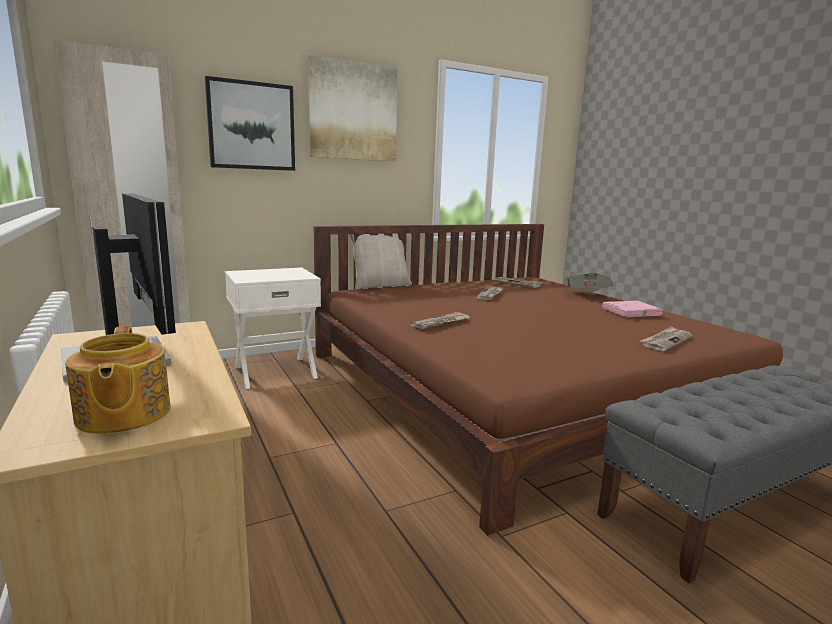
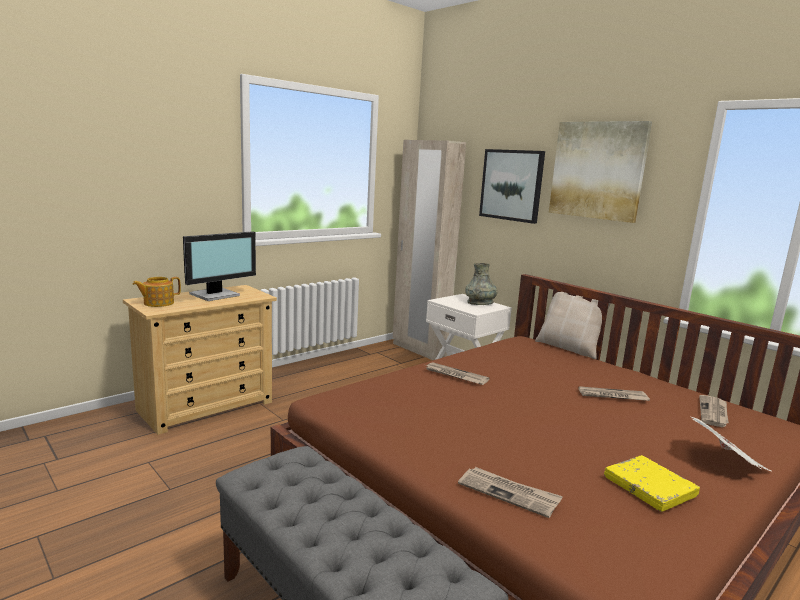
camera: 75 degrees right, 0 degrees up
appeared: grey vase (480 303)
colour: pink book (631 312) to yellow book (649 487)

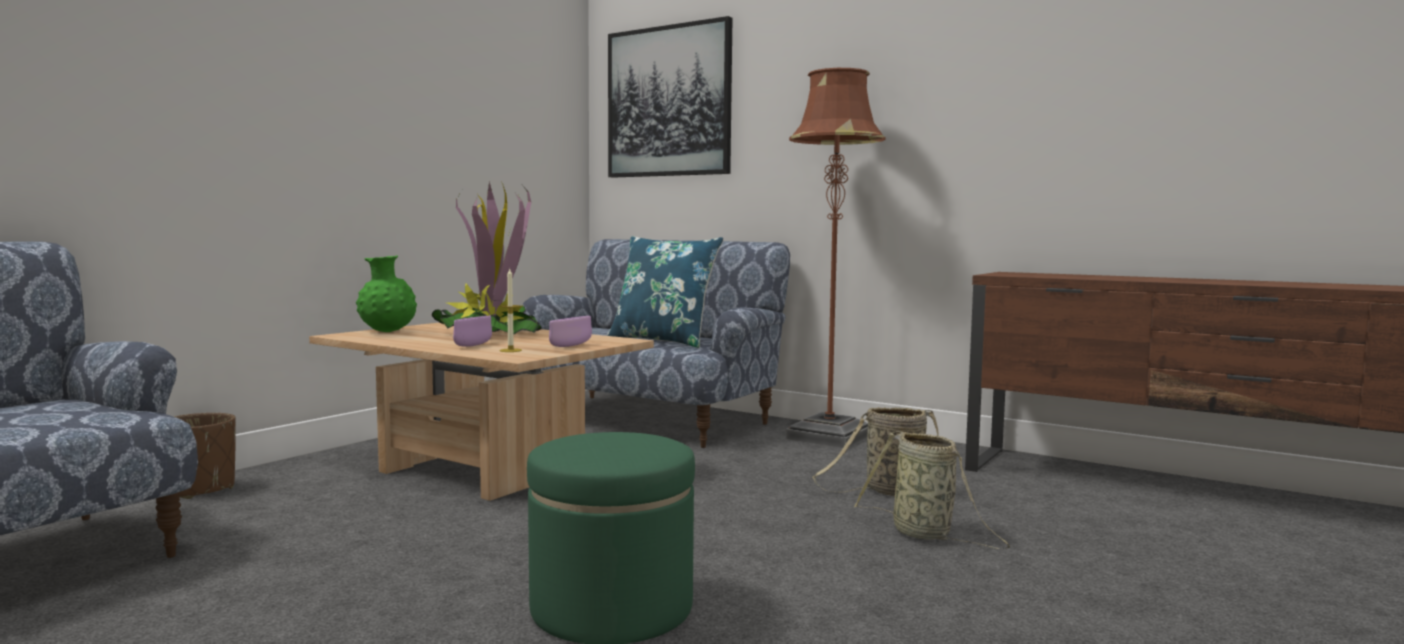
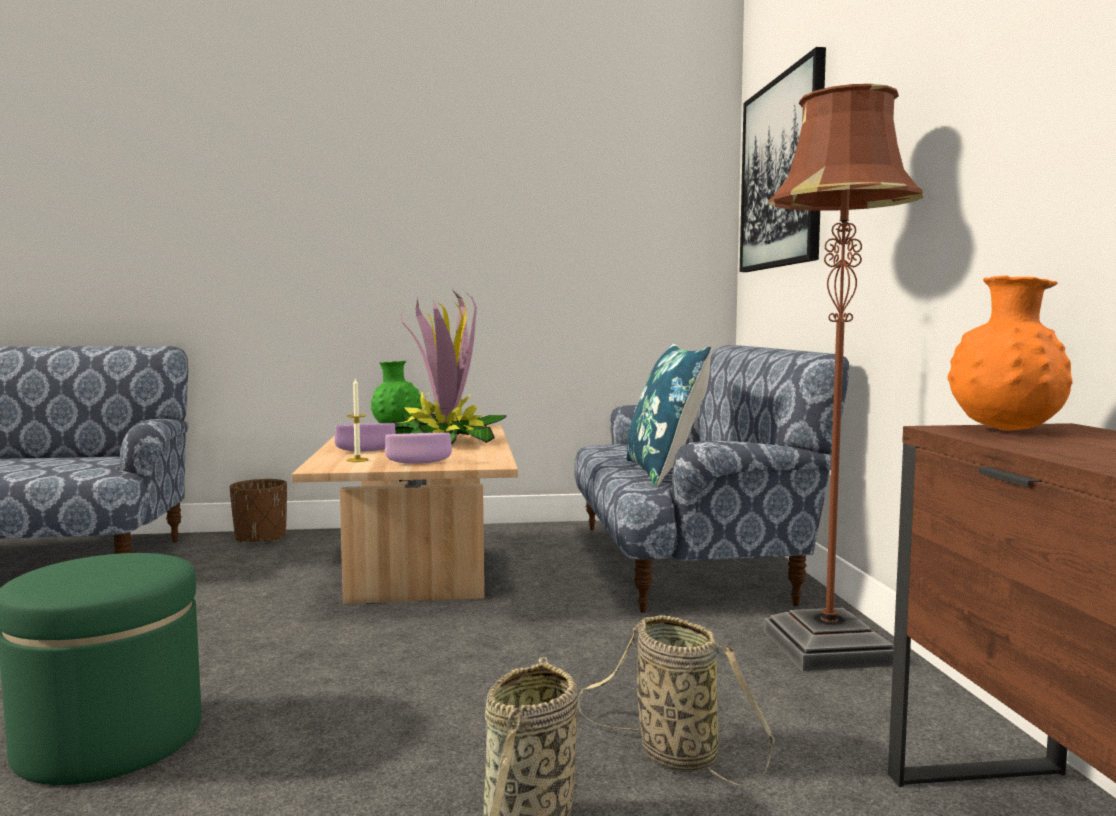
camera: 50 degrees right, 0 degrees up
appeared: orange vase (1005 430)

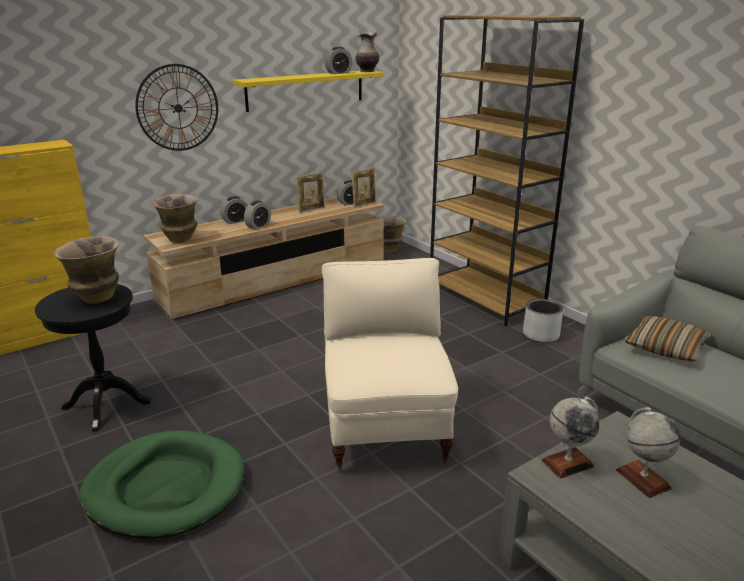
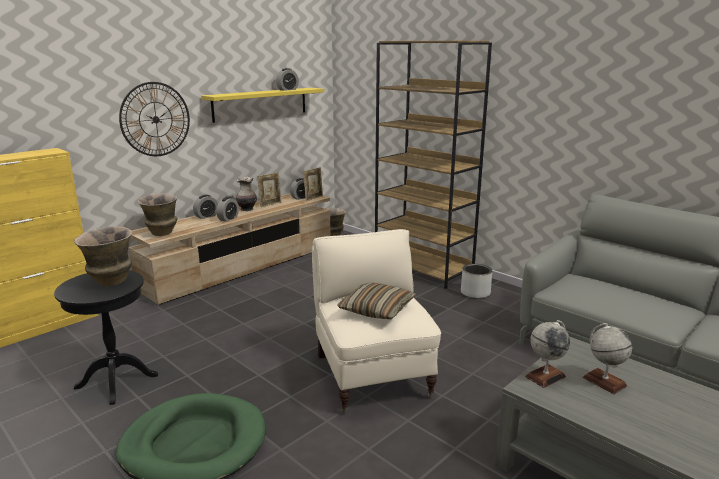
camera: 10 degrees left, 5 degrees down
relocated: vase (367 71) to (246 209); pillow (665 347) to (377 309)

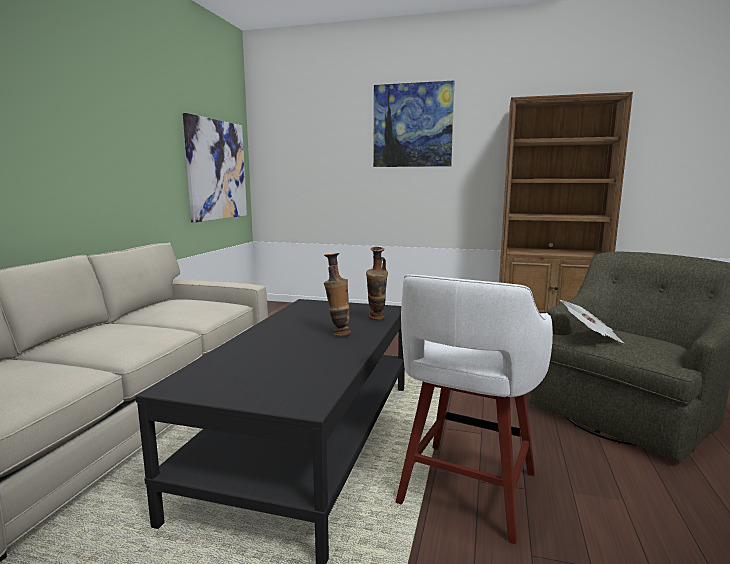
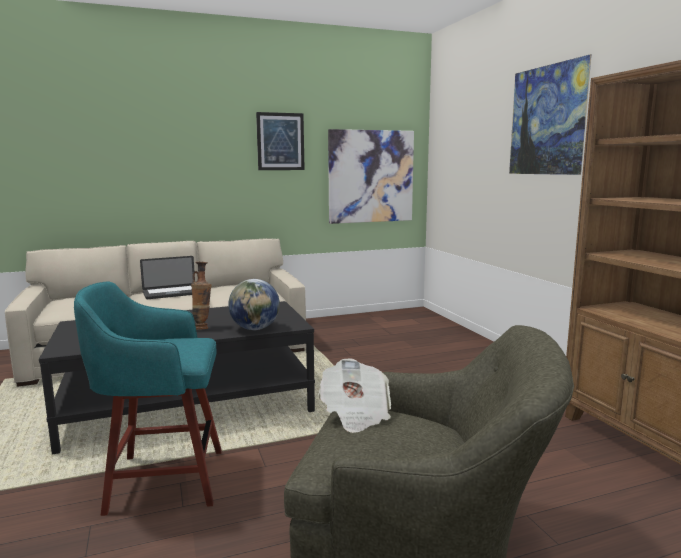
camera: 55 degrees right, 0 degrees up
appeared: picture (280 141); laptop (171 293)
exchanged: vase (376 319) to globe (255 329)
colour: white stool (466 490) to turquoise stool (162 480)

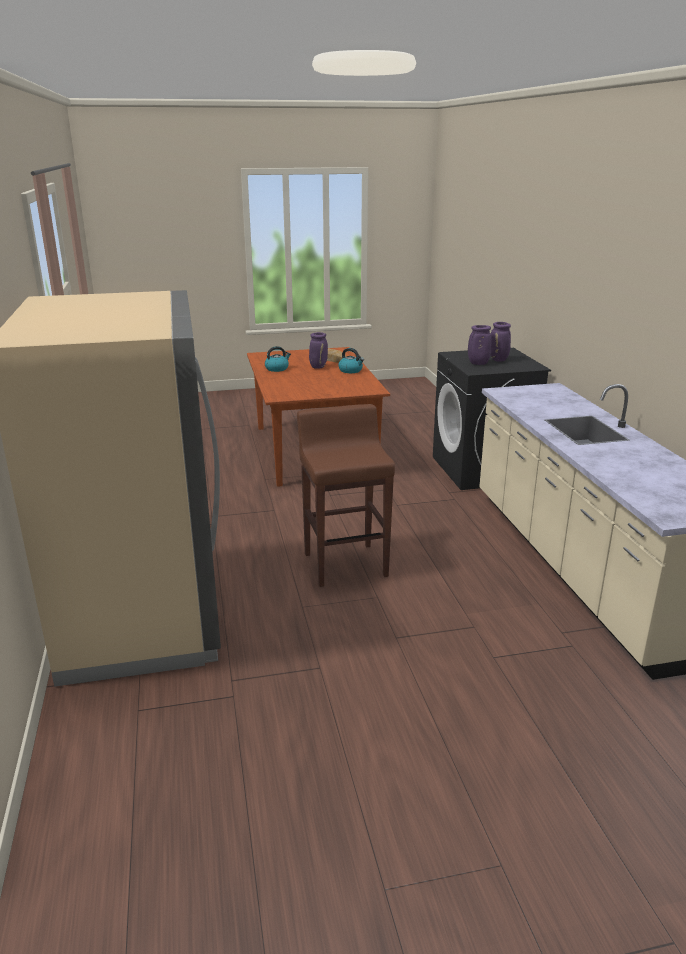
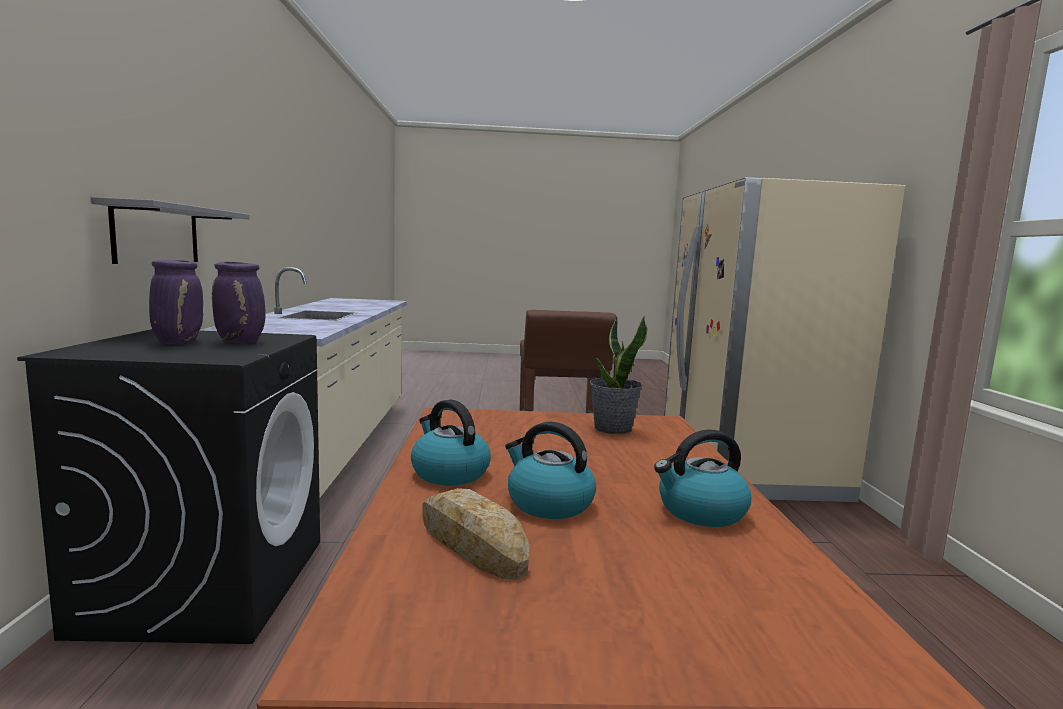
camera: 170 degrees left, 15 degrees down
appeared: grey shelf (157 234); potted plant (612 428)
exchanged: purple vase (318 367) to kettle (548 503)

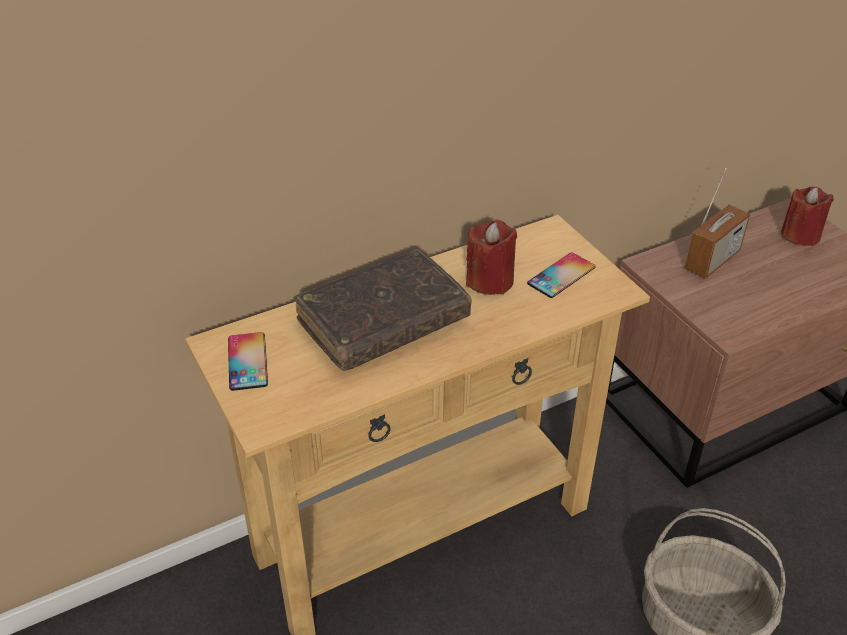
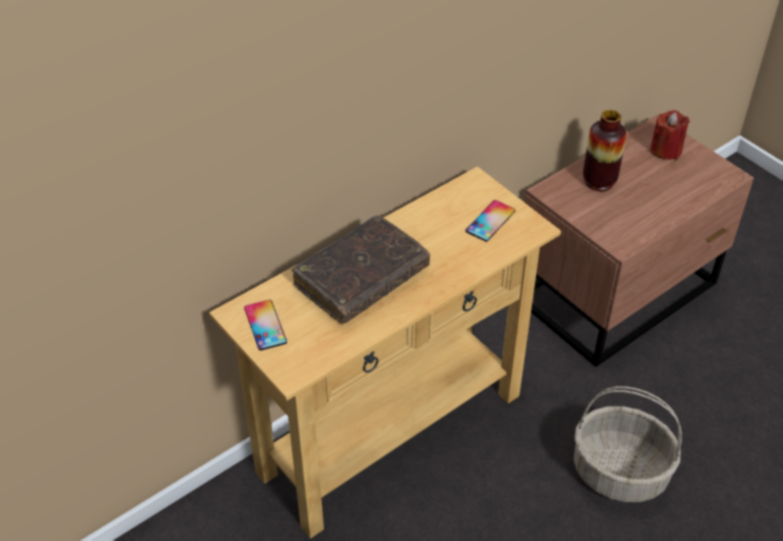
camera: 10 degrees left, 5 degrees up
missing: red candle (490 280)
exchanged: radio (712 260) to vase (599 181)

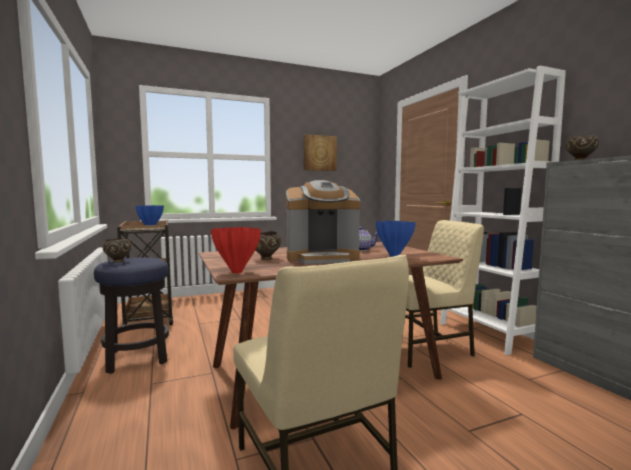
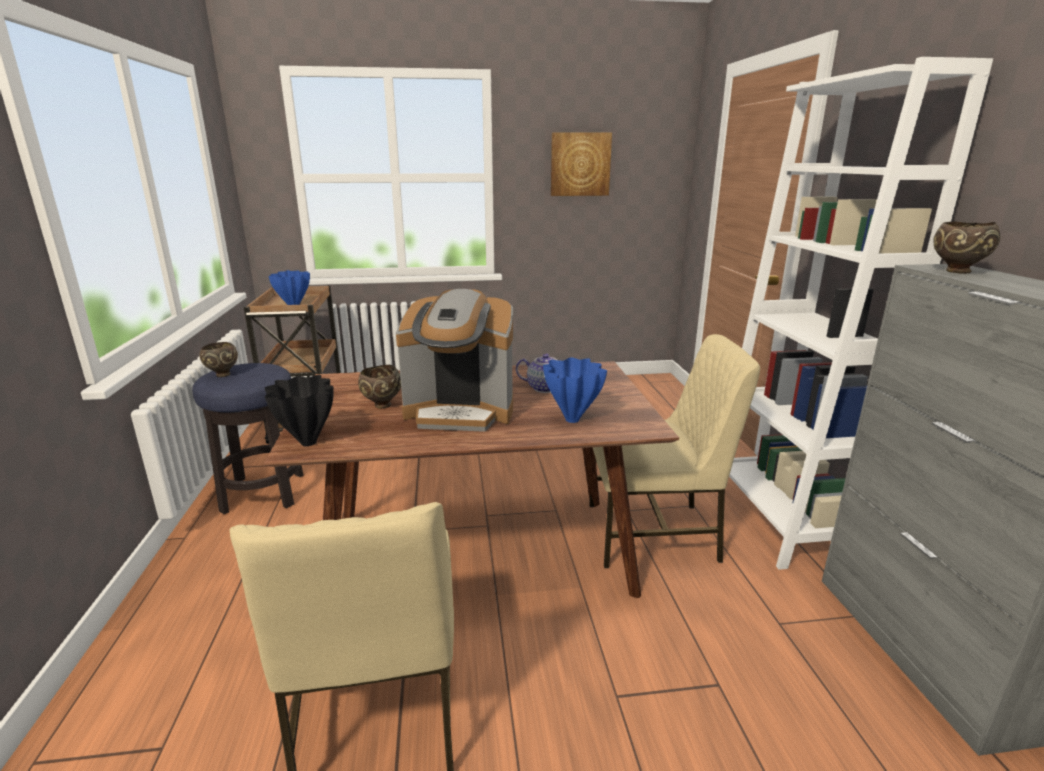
camera: 15 degrees right, 15 degrees up
colour: red vase (236 272) to black vase (307 442)

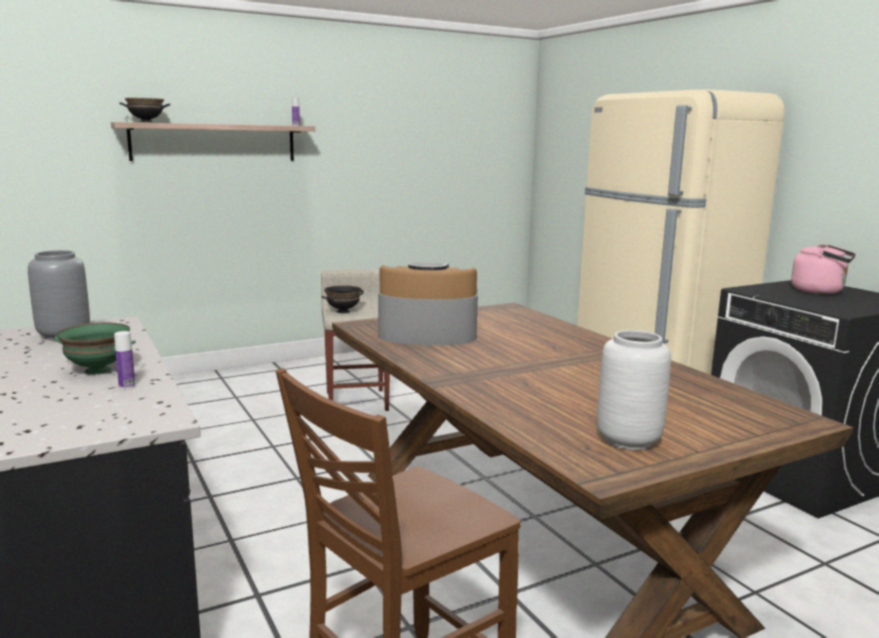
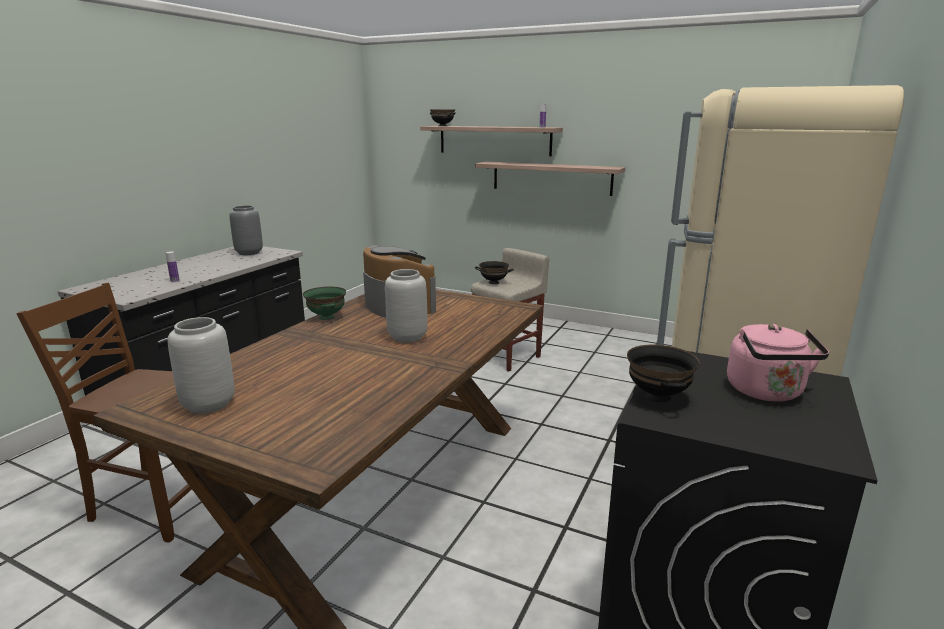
camera: 55 degrees right, 5 degrees up
appeared: shelf (551 178); grey vase (406 337); black bowl (658 396)
relocated: green bowl (97 370) to (326 317)

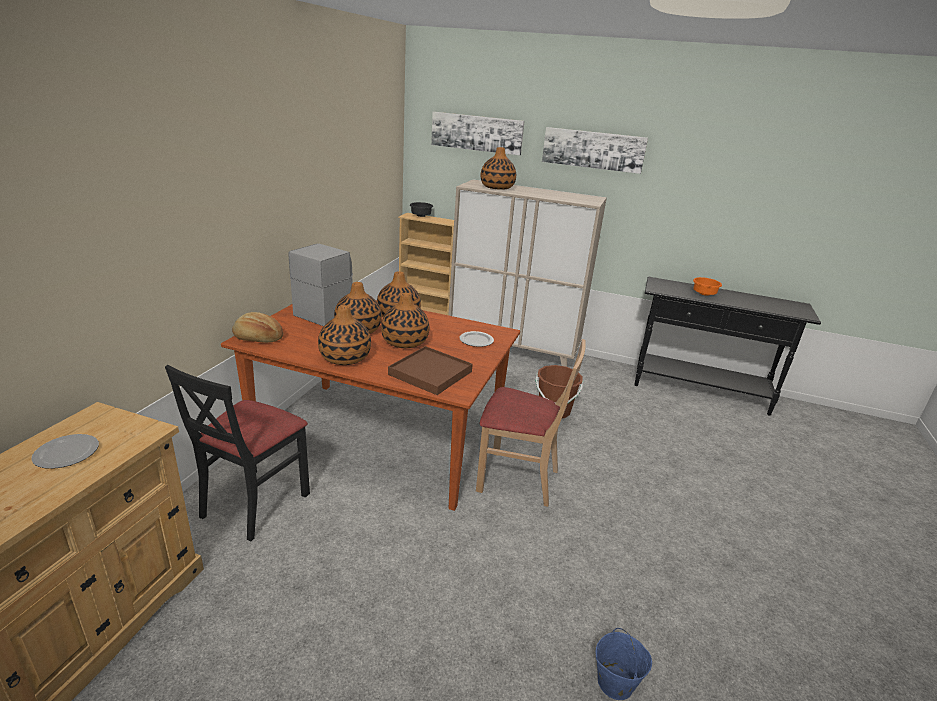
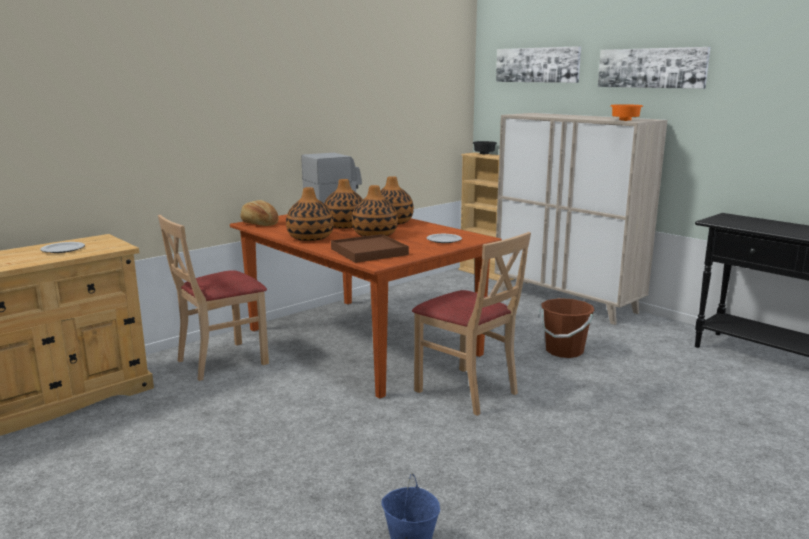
camera: 30 degrees right, 10 degrees down
missing: vase (497 187)
relocated: orange bowl (705 294) to (626 120)
colour: black chair (254 503) to beige chair (222 361)

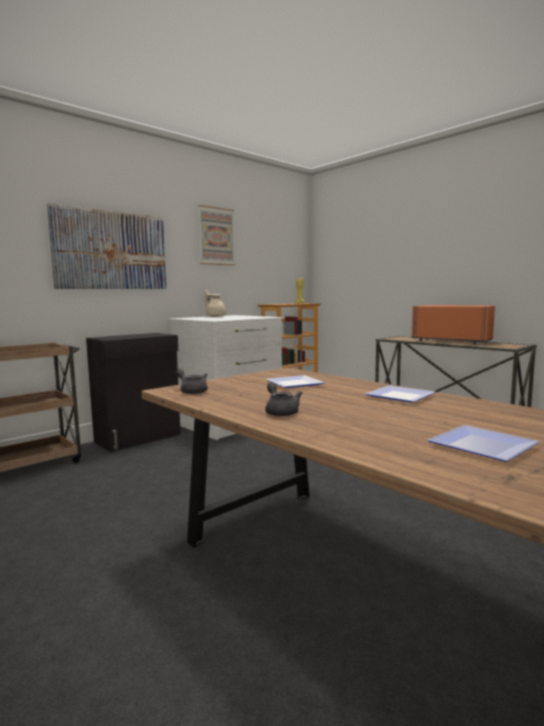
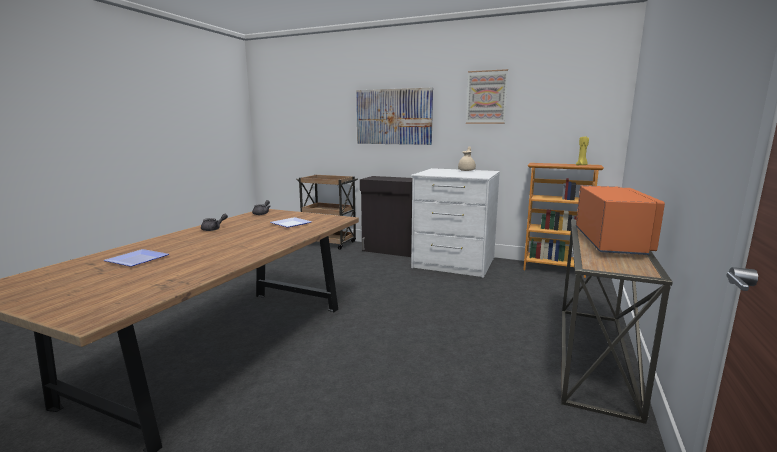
camera: 65 degrees right, 5 degrees up
missing: plate (397 397)

